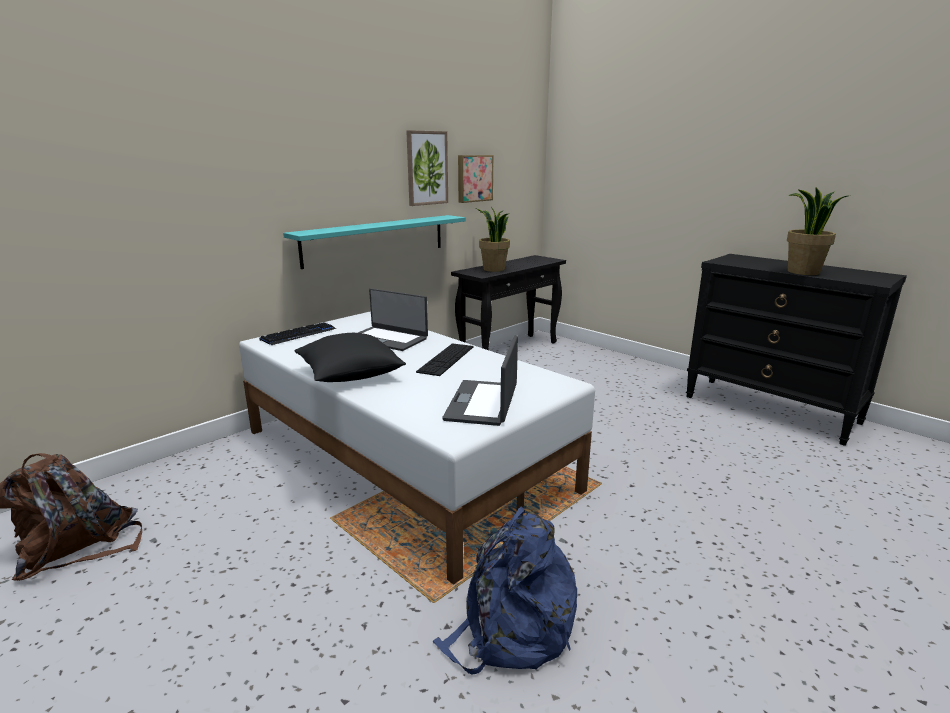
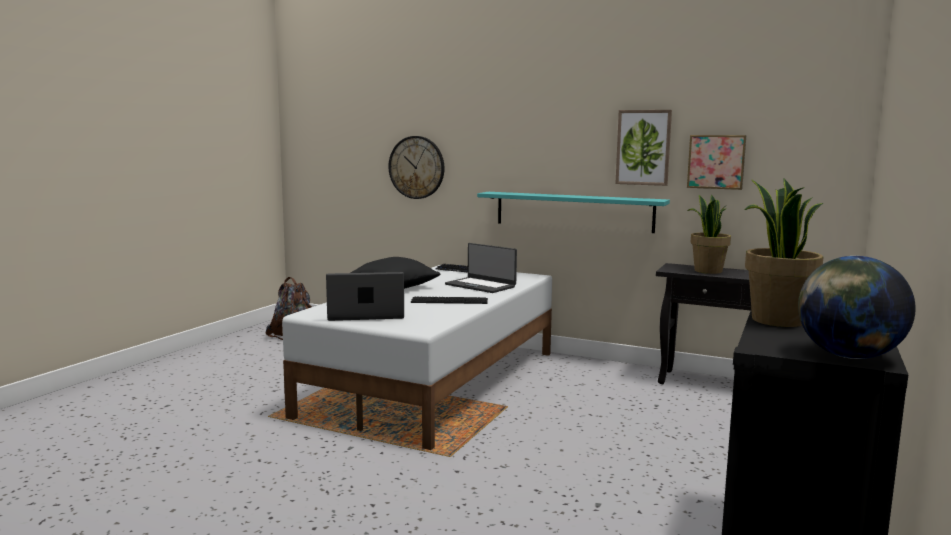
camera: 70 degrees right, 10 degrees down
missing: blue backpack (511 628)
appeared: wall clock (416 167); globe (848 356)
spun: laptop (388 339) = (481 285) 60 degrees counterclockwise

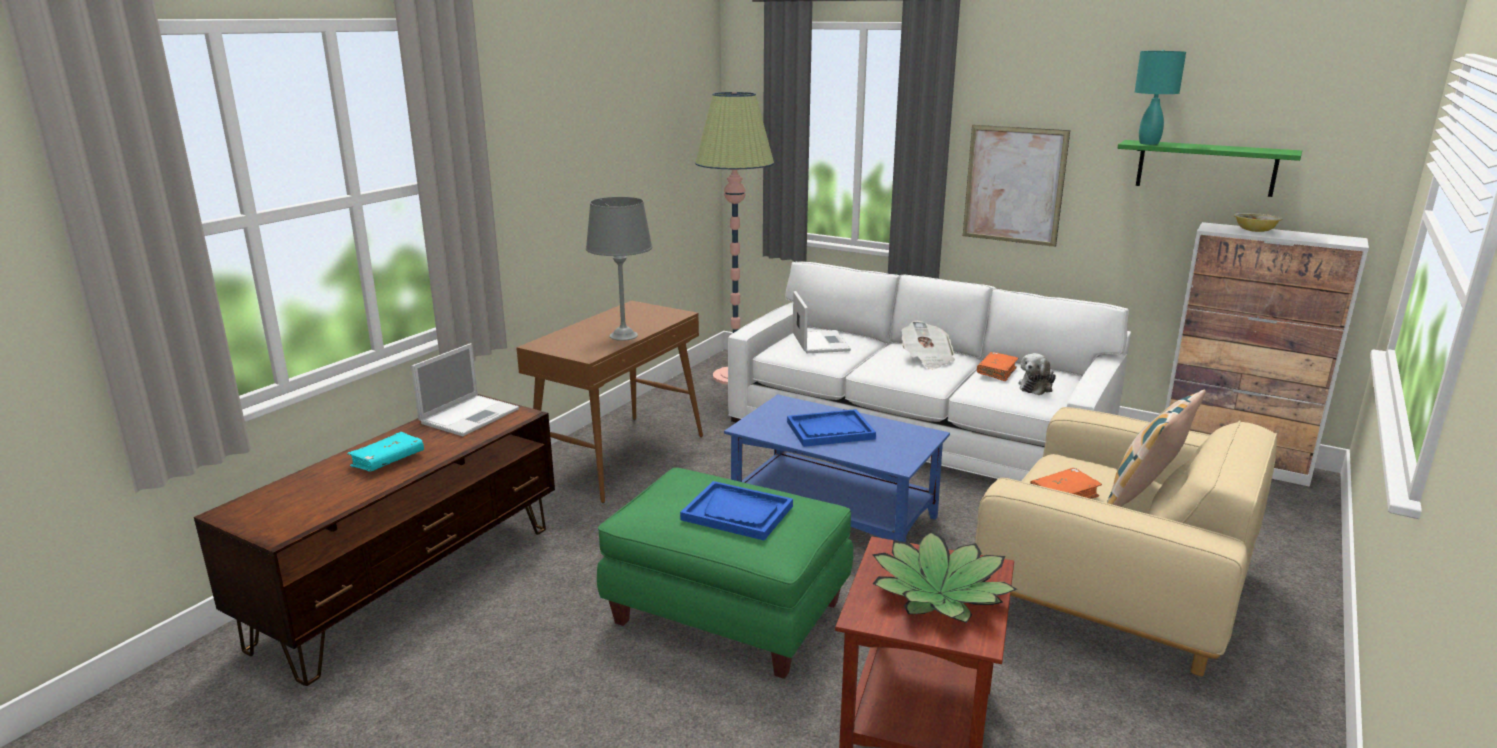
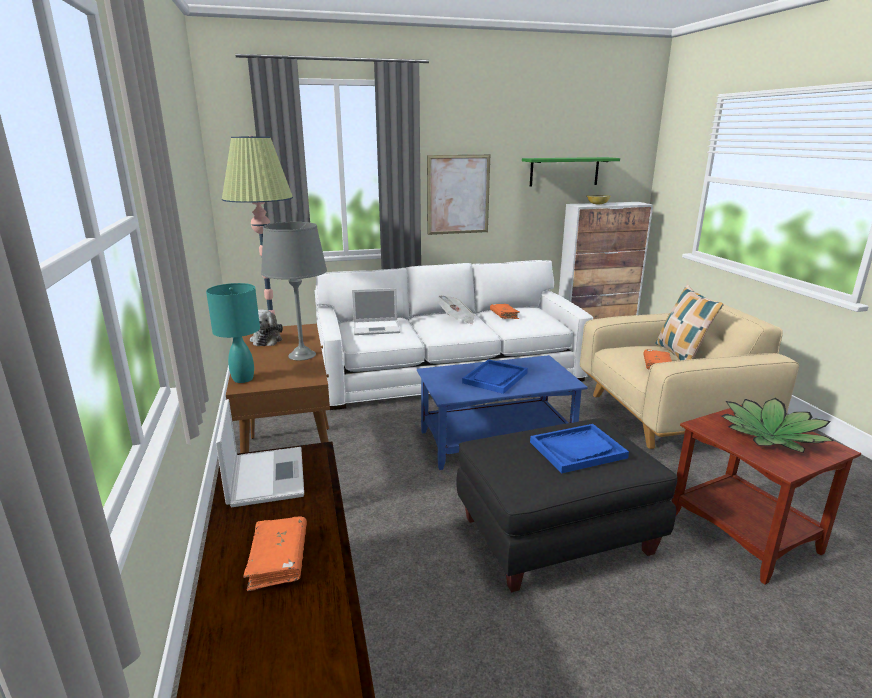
camera: 45 degrees left, 0 degrees up
relocated: turquoise table lamp (1148 143) to (242 379); plush toy (1037 387) to (267 339)
colour: turquoise book (388 460) to orange book (278 560); green ottoman (729 612) to black ottoman (556 534)
spun: laptop (820 342) = (377 328) 135 degrees clockwise

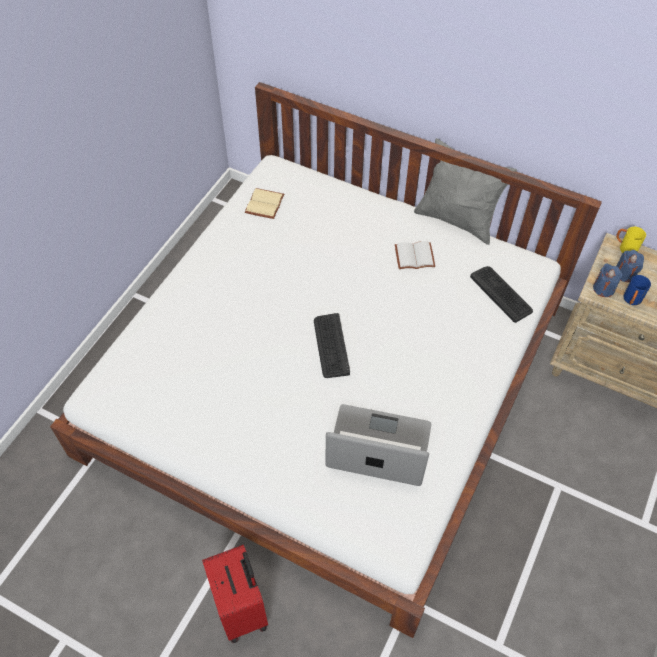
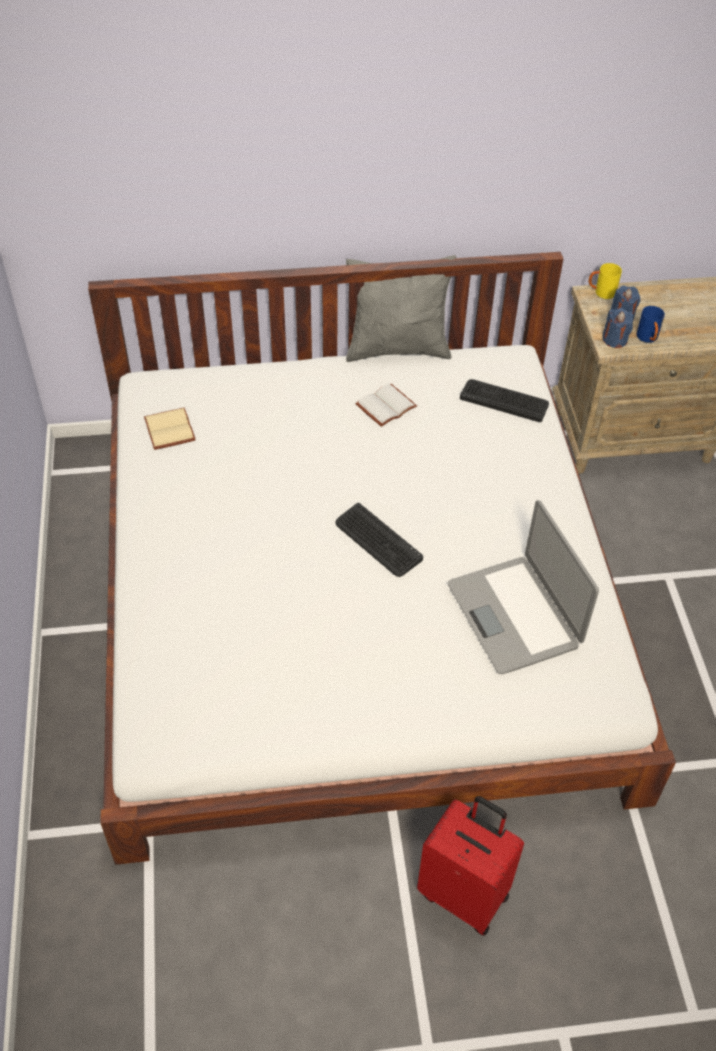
camera: 35 degrees left, 5 degrees down
spun: laptop (378 447) = (514 615) 90 degrees counterclockwise

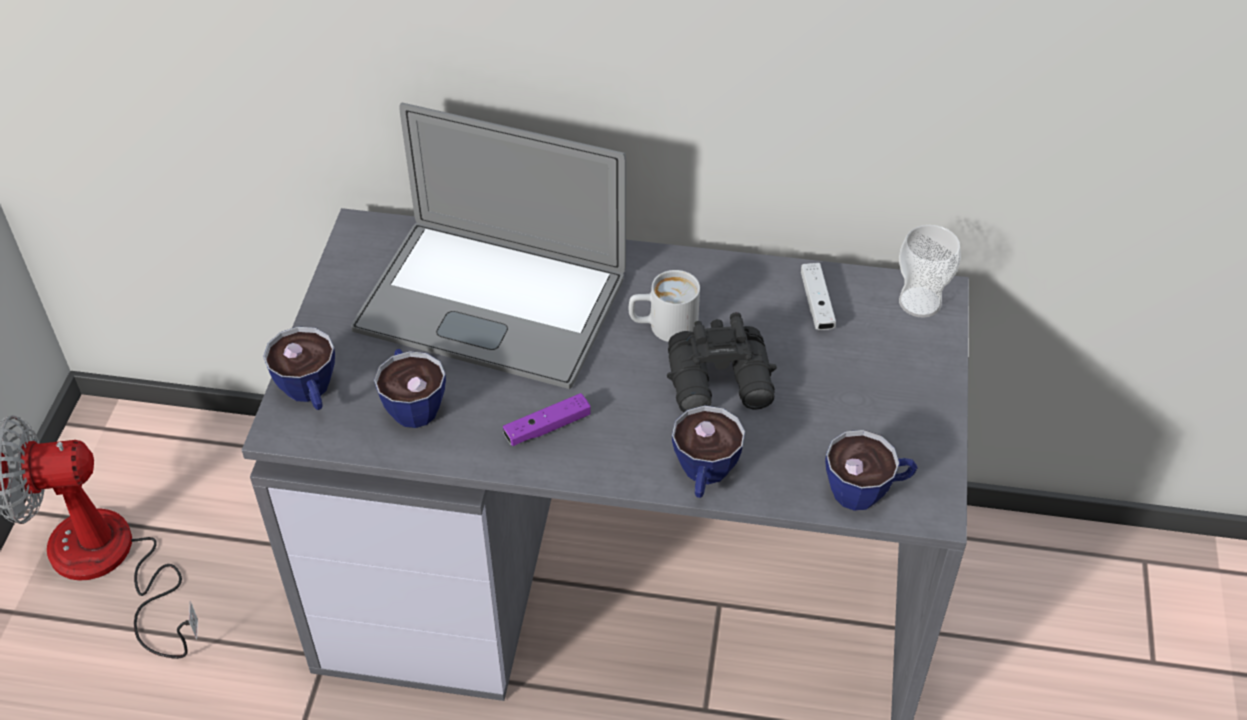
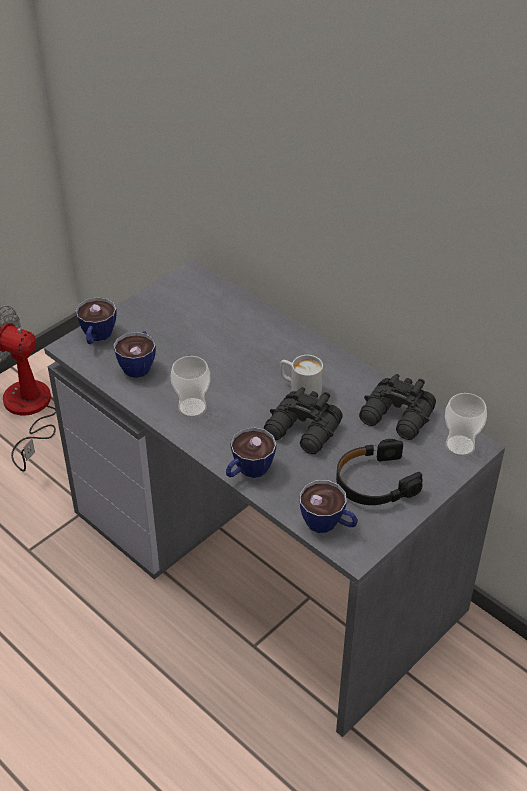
camera: 35 degrees right, 5 degrees down
missing: laptop (491 303)
appeared: black headphones (374 482)
exchanged: white game controller (816 304) to black binoculars (397 418); purple game controller (547 427) to cup (192 408)

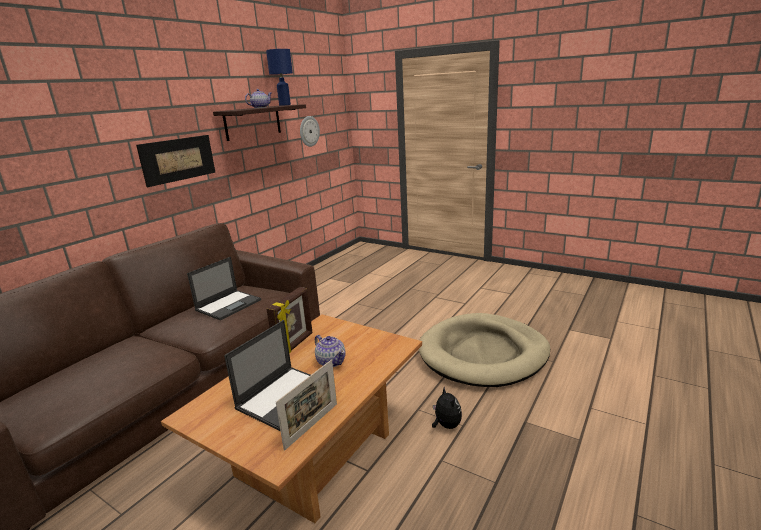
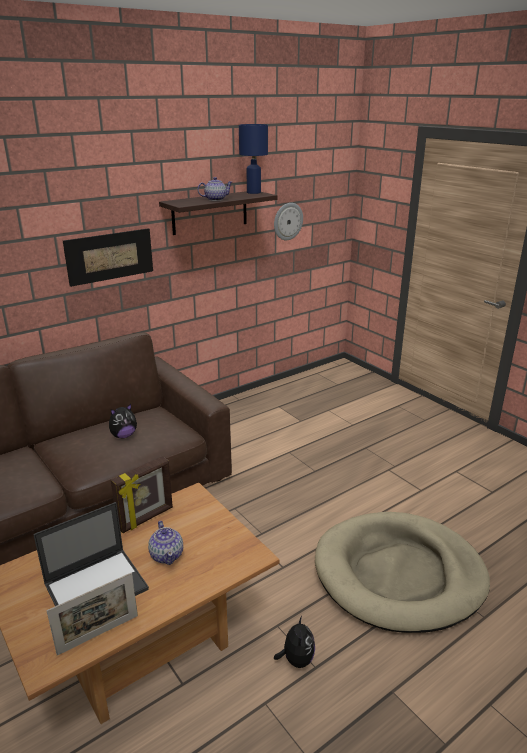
camera: 20 degrees right, 5 degrees up
exchanged: laptop (229 305) to plush toy (123 435)

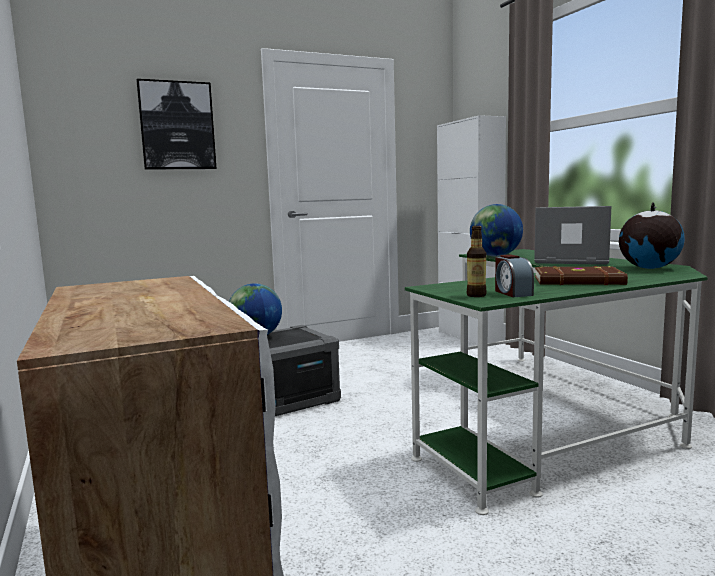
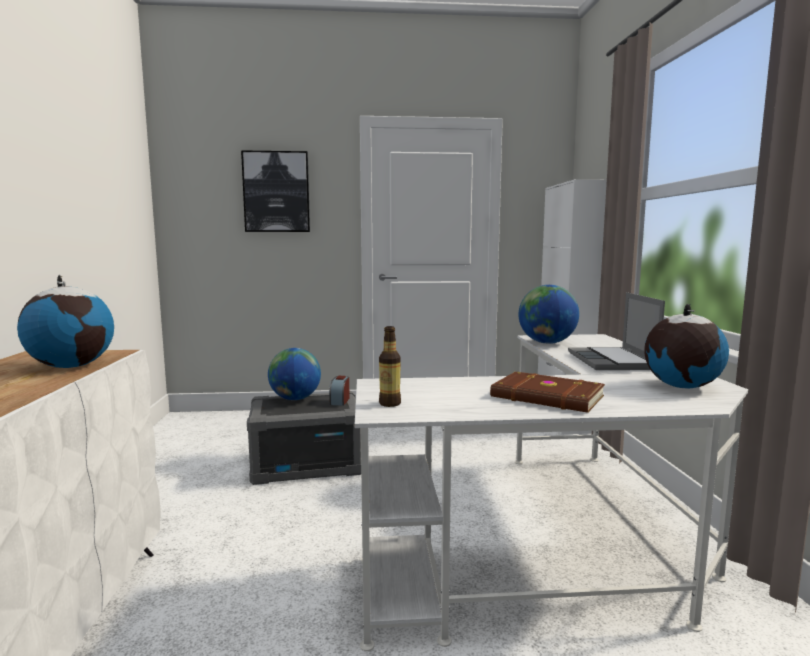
camera: 20 degrees right, 0 degrees up
appeared: globe (72 366)
relocated: alarm clock (512 293) to (339 401)
colour: green desk (553 417) to white desk (560 543)
spun: laptop (571 261) = (613 361) 135 degrees counterclockwise

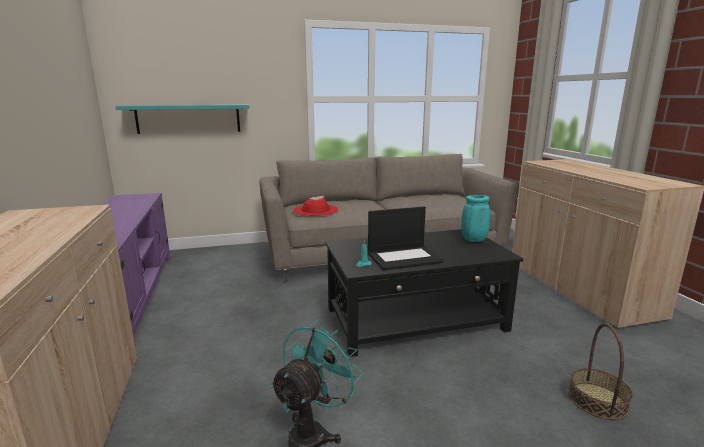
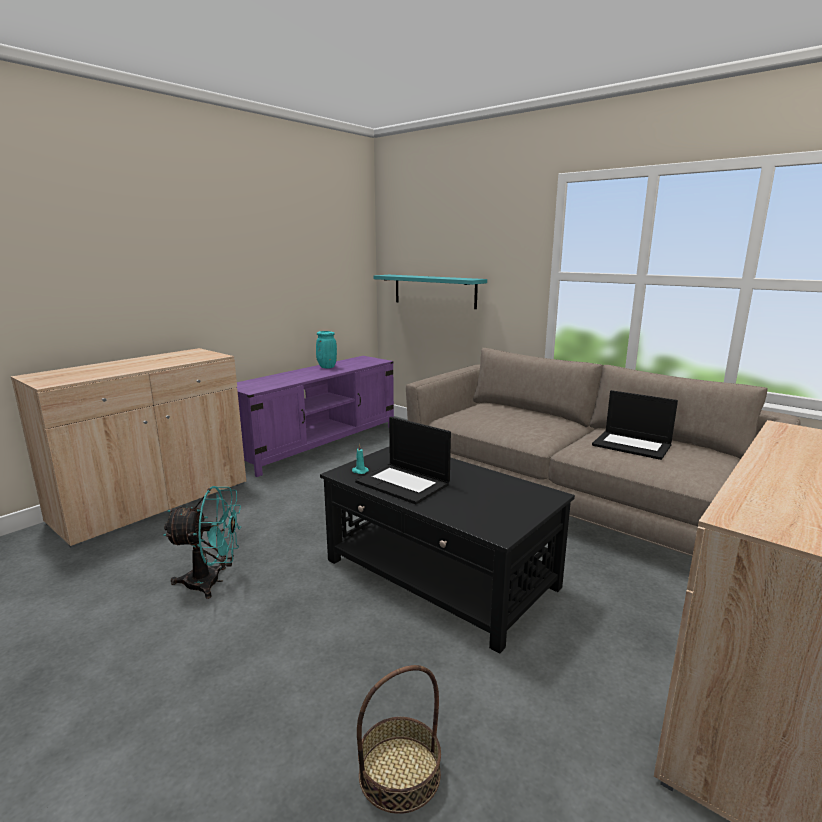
camera: 55 degrees right, 0 degrees up
missing: red hat (315 210)
appeared: laptop (632 445)
relocated: turquoise vase (473 240) to (326 367)

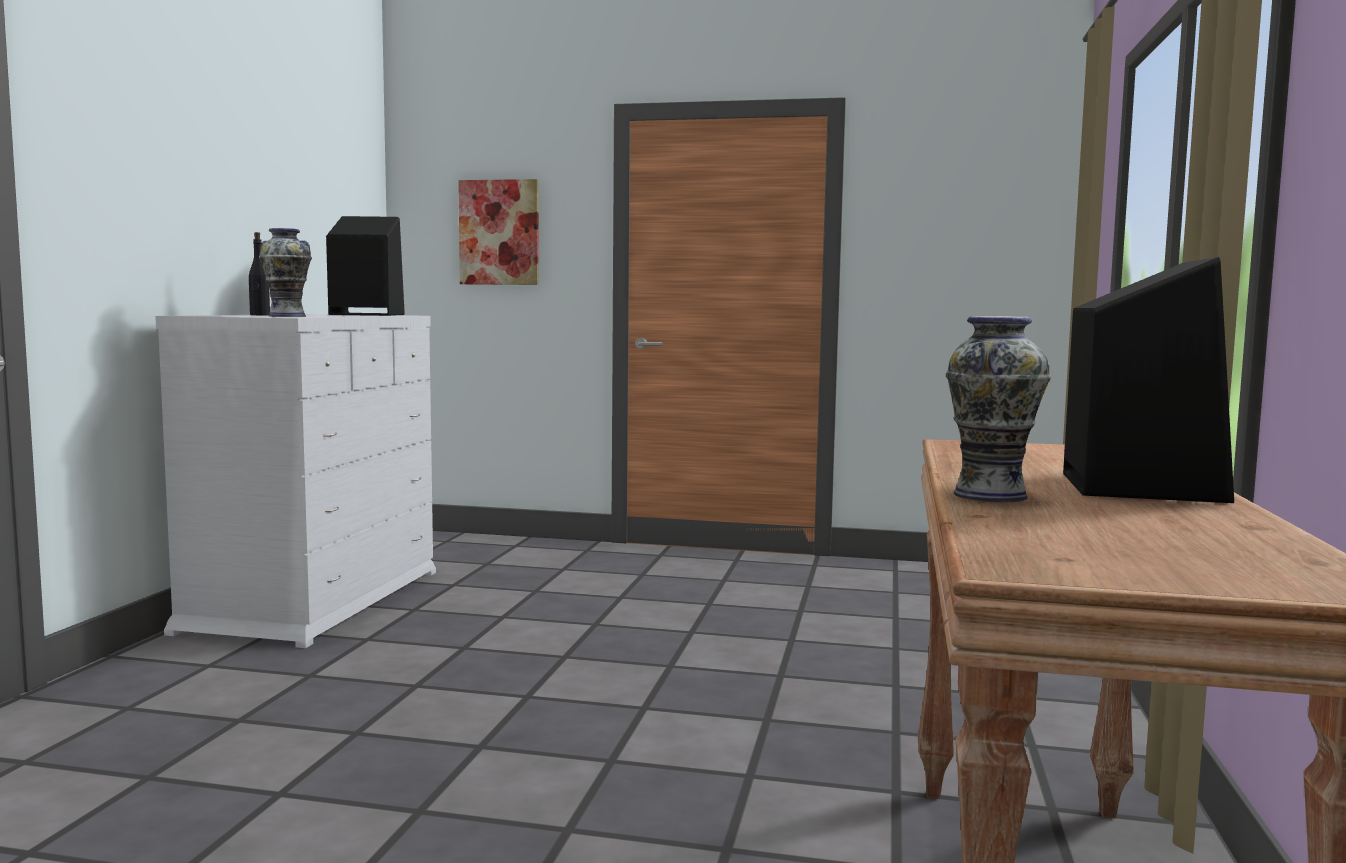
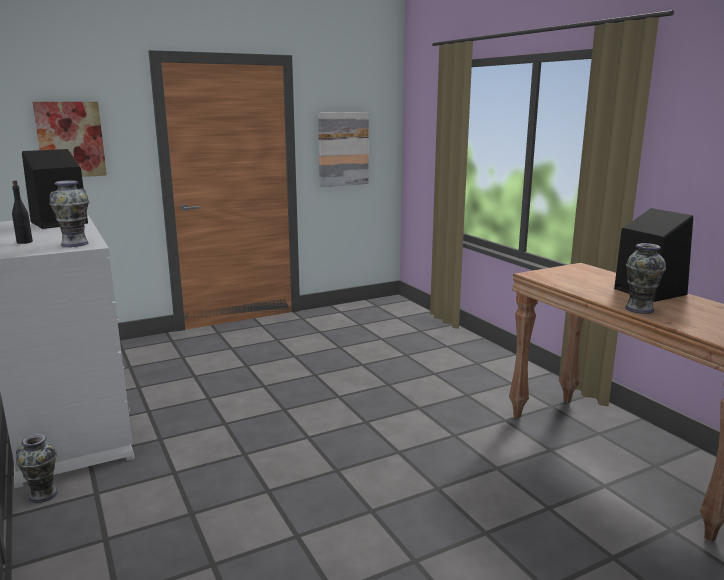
camera: 40 degrees left, 10 degrees up
appeared: picture (343 149); vase (43 495)

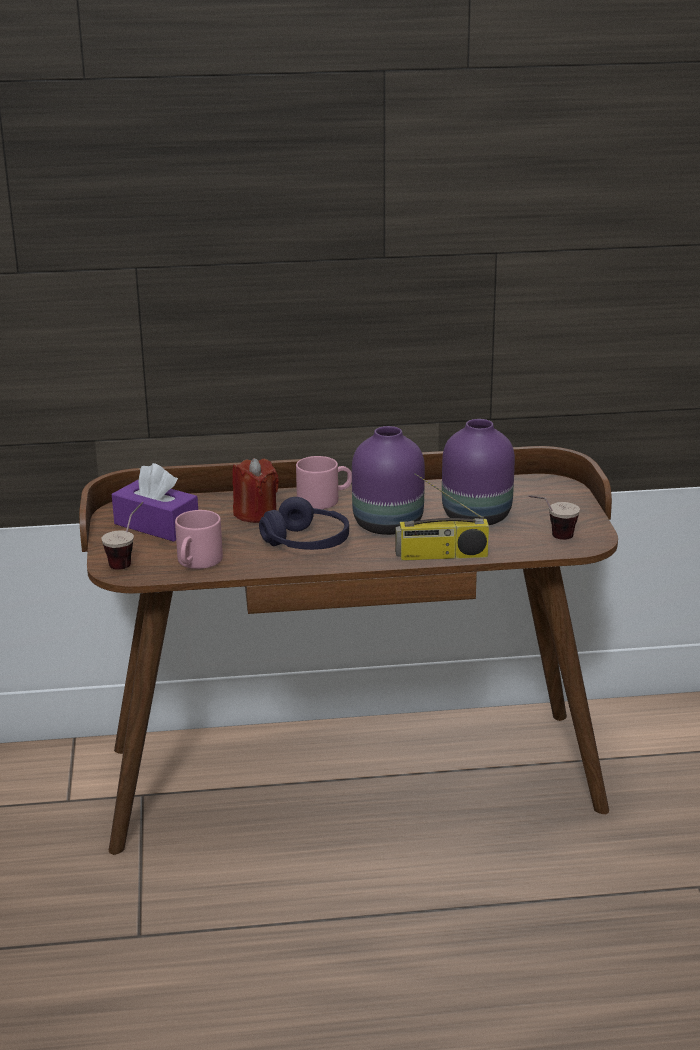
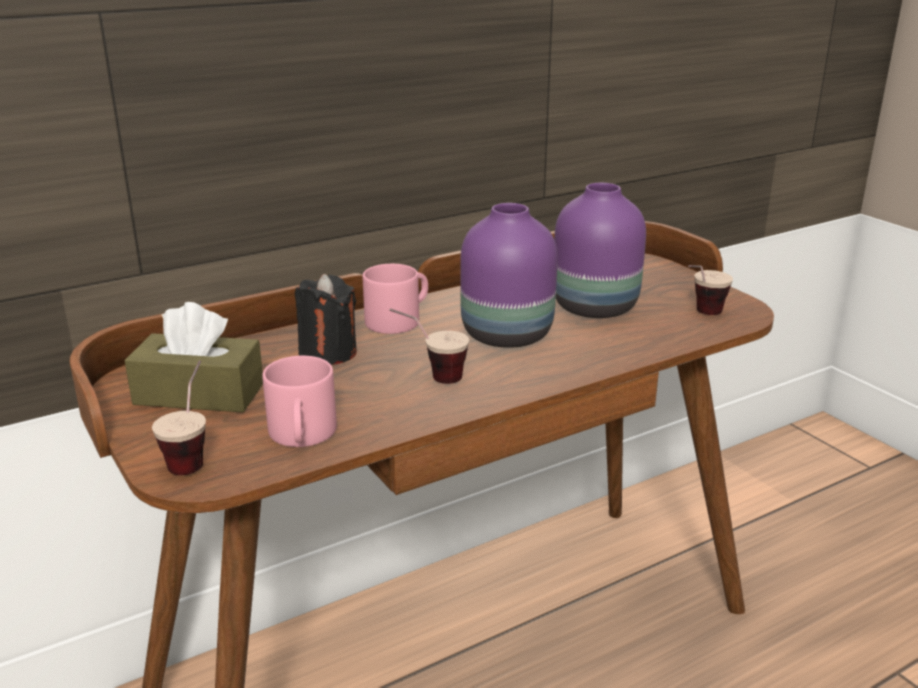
camera: 25 degrees left, 0 degrees up
missing: radio (441 555)
exchanged: purple headphones (306 543) to cup (430 376)
colour: red candle (255 514) to black candle (328 353); purple tissue box (156 525) to brown tissue box (199 394)

